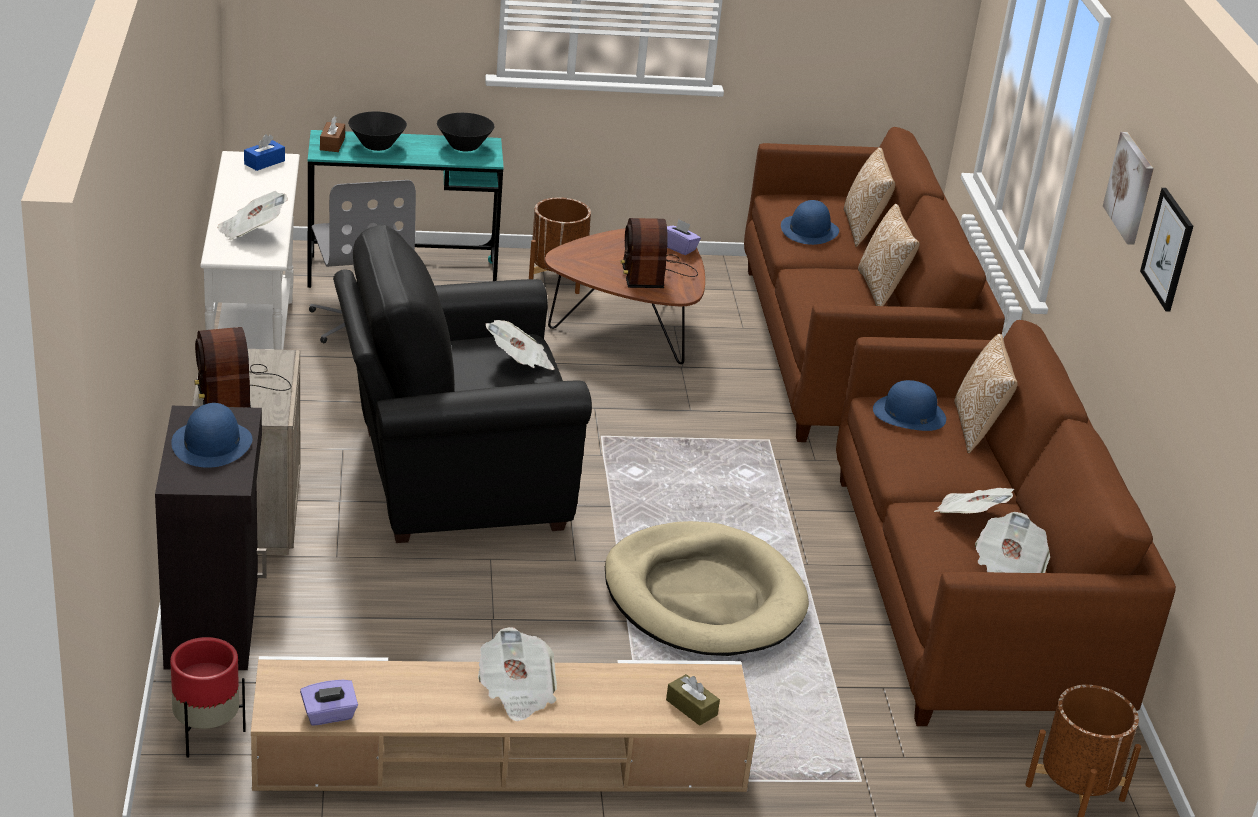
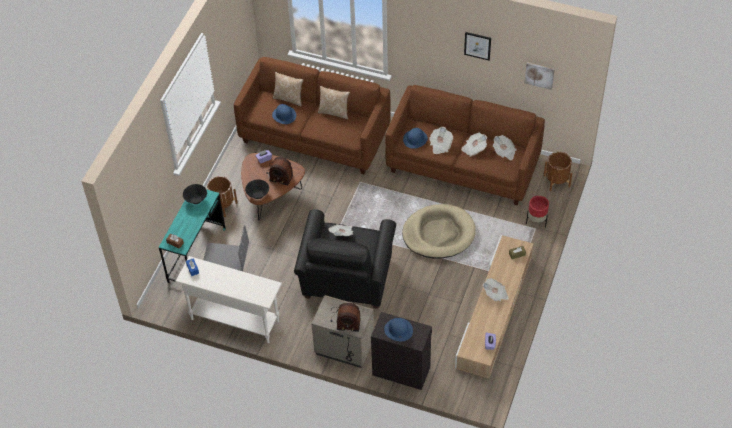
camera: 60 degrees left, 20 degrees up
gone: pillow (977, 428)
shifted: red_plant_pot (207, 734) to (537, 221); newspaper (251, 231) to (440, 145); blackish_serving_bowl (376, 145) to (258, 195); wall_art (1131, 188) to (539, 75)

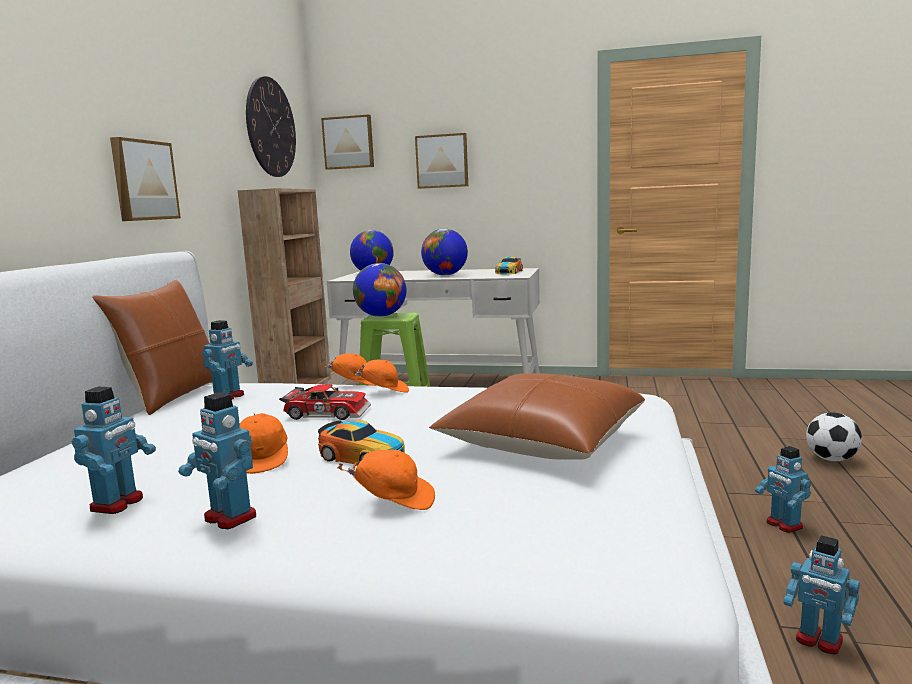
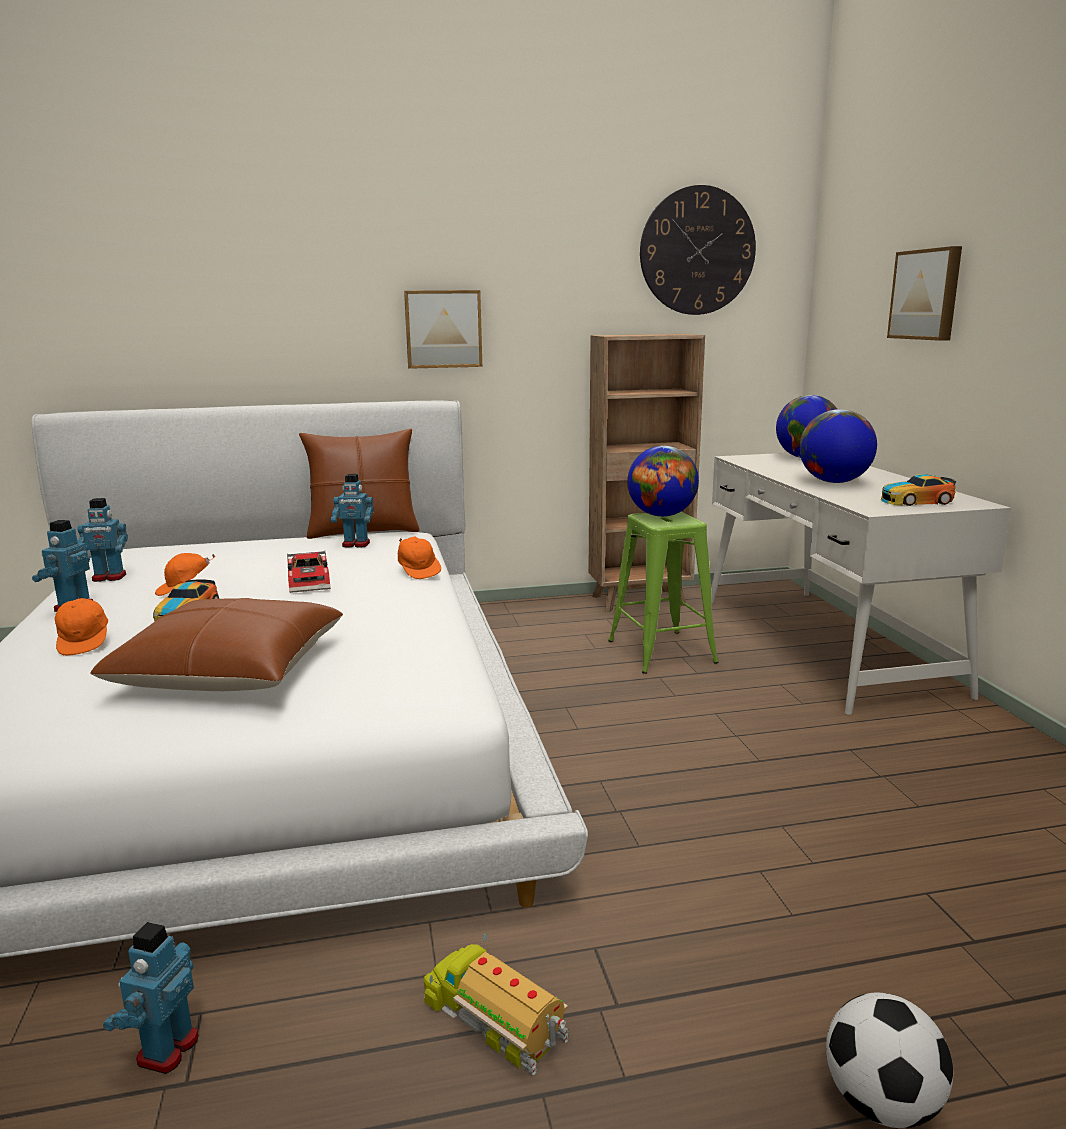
camera: 65 degrees right, 5 degrees up
gone: wall_art (348, 142); orangey_cap (383, 392)
swapped: model_robot (783, 525) to toy_lorry (497, 1018)

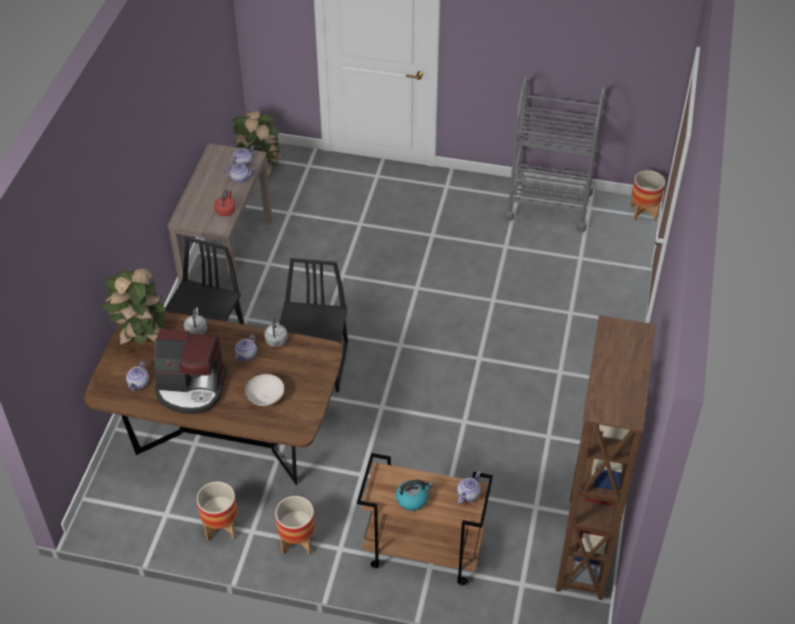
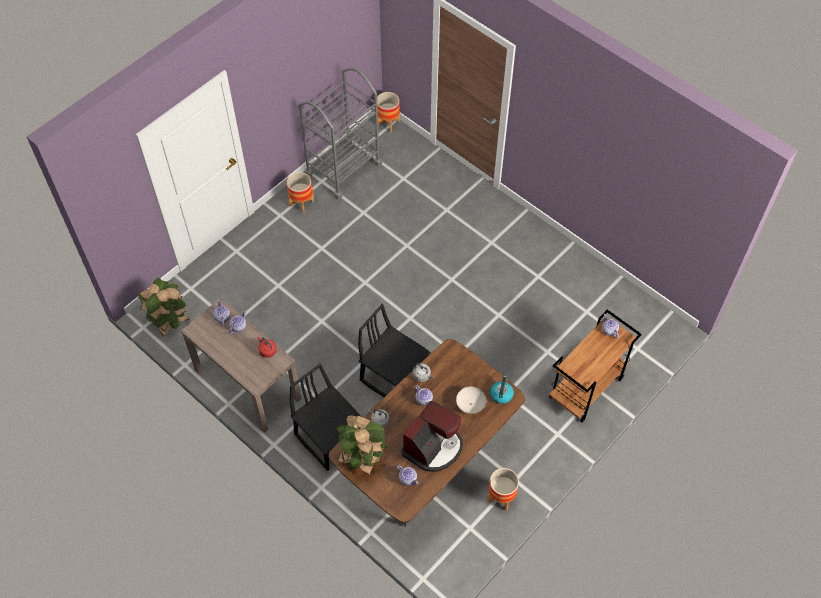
camera: 60 degrees left, 10 degrees up
gone: brown-coloured_shelving_unit (584, 548)
shifted: plant_pot (297, 542) to (301, 203); kettle (412, 499) to (501, 394)

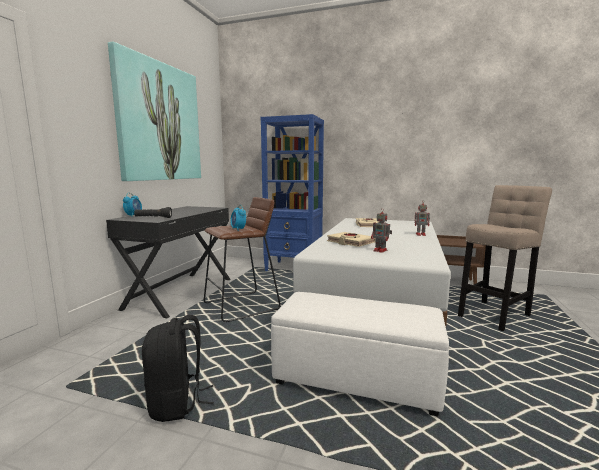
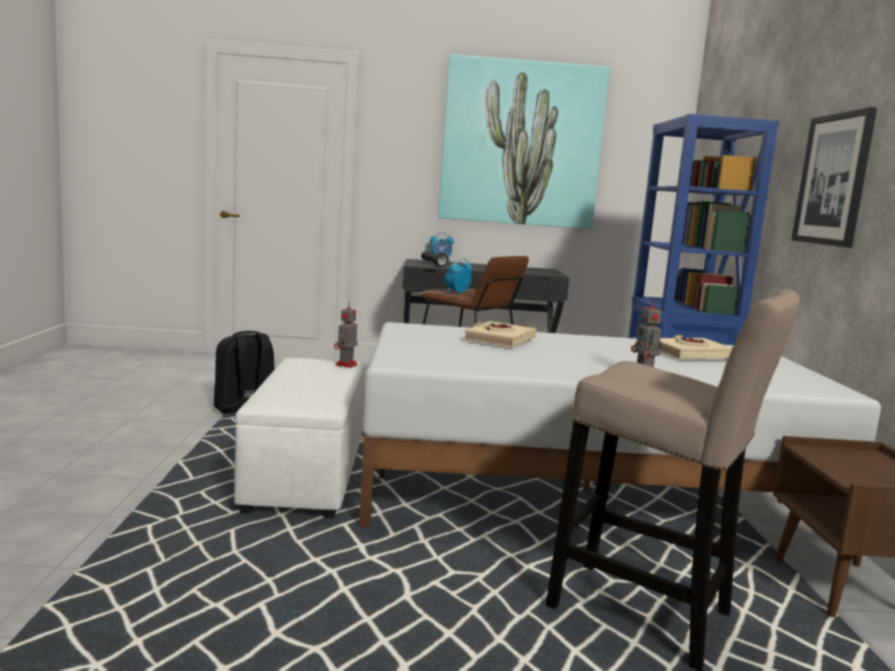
camera: 70 degrees right, 0 degrees up
new: wall_art (833, 179)
shifted: model_robot (381, 250) to (345, 365)

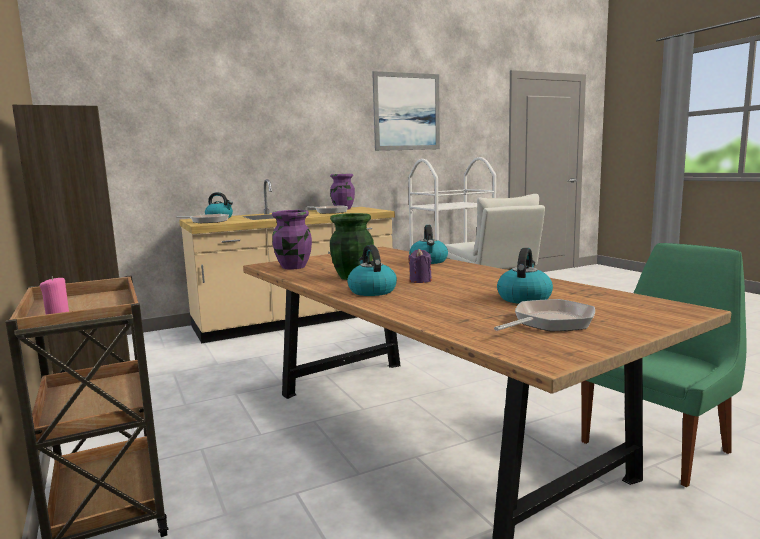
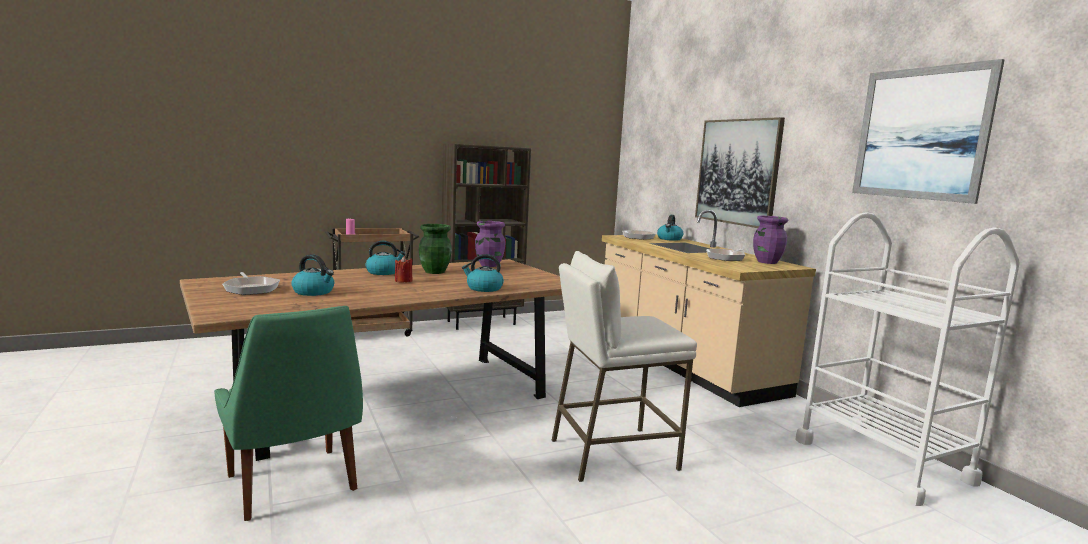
camera: 90 degrees right, 0 degrees up
new: wall_art (737, 172)
repainted: purplish_wax_light (420, 280) to red_wax_light (403, 281)

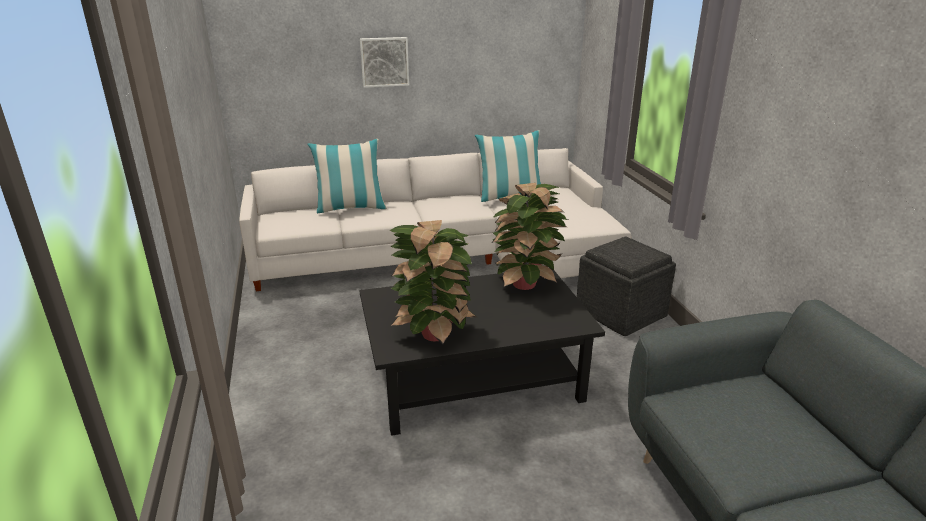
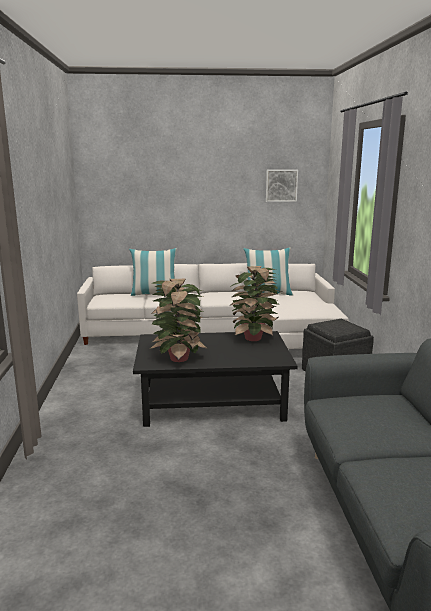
camera: 10 degrees right, 10 degrees down
shifted: wall_art (384, 61) to (281, 185)

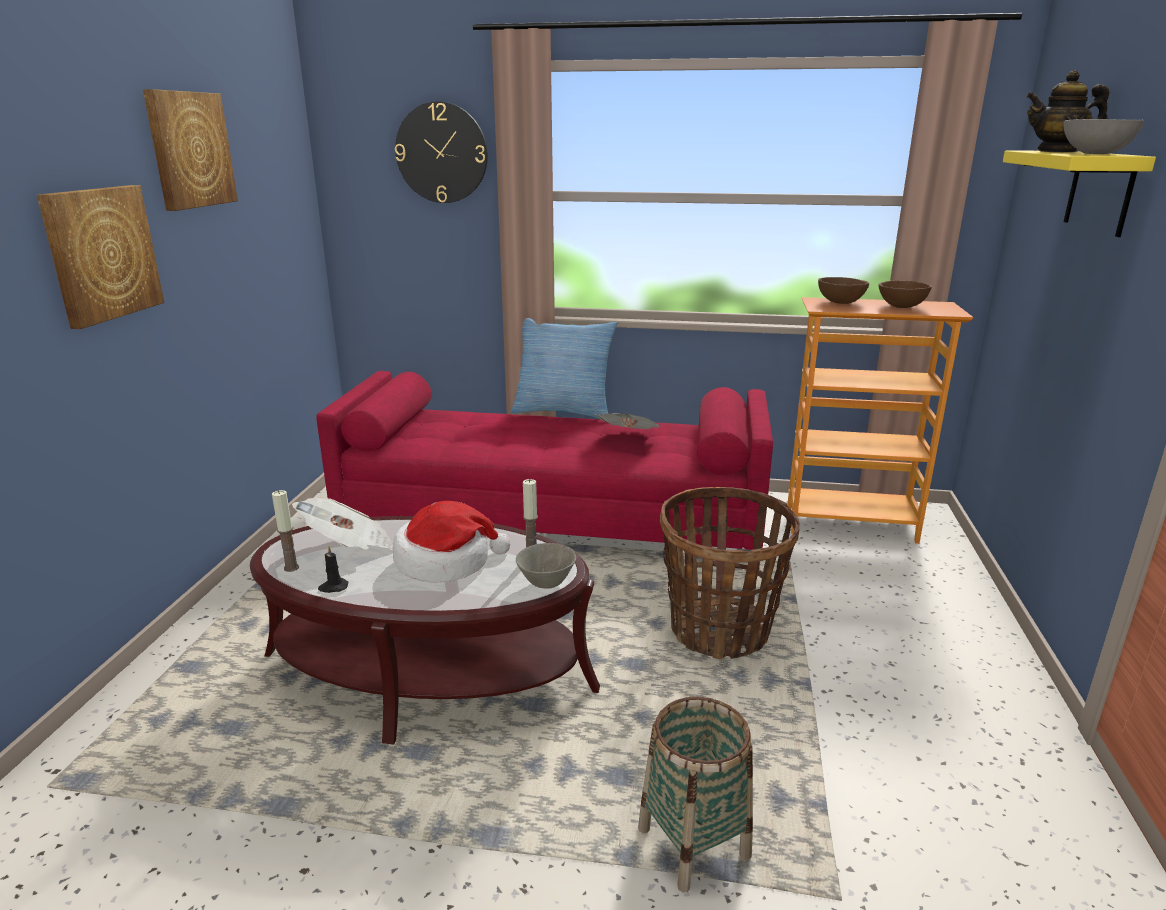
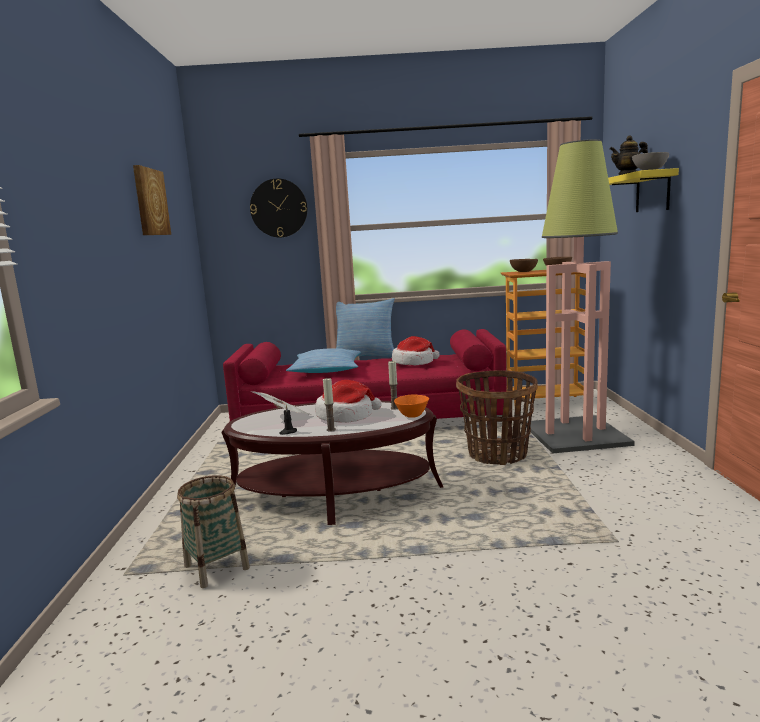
camera: 10 degrees left, 10 degrees down
gone: wall_art (101, 254)
new: pillow (326, 370); floor_lamp (573, 434)
shifted: wax_light (291, 568) to (331, 429); basket (694, 843) to (217, 567)
swapped: newspaper (628, 439) to clothing_hat (414, 362)
repainted: grey_serving_bowl (546, 583) to orangey_serving_bowl (412, 416)

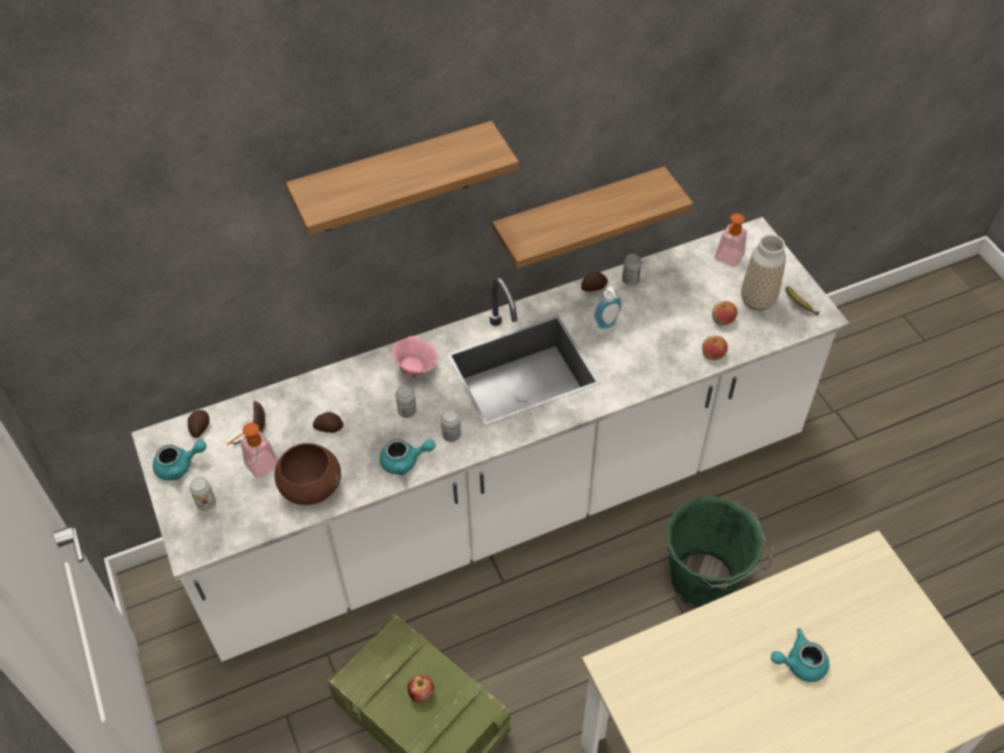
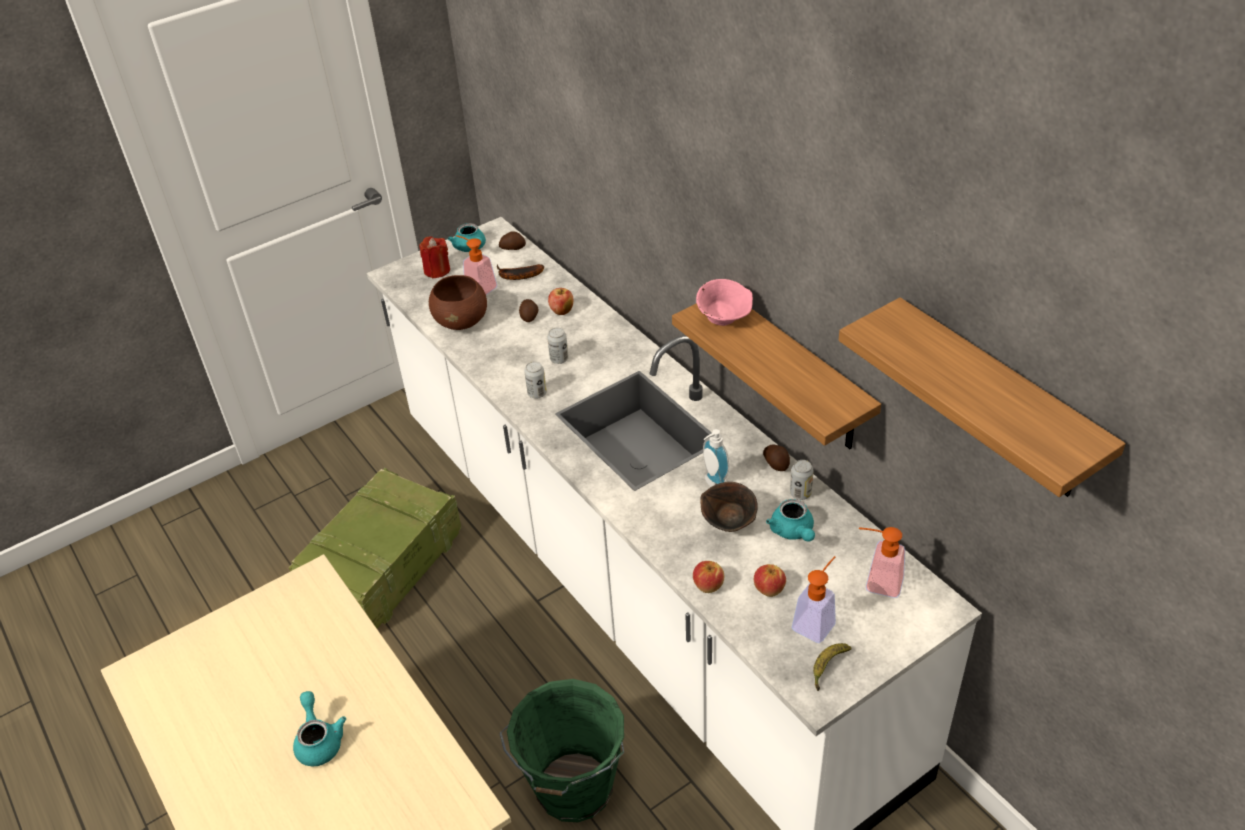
camera: 80 degrees right, 10 degrees down
new: brown-coloured_serving_bowl (729, 523)
shifted: shelf (394, 179) to (996, 402); blue-green_teapot (405, 461) to (793, 532); pinkish_serving_bowl (415, 367) to (724, 319); apple (421, 694) to (562, 311)
swapped: can (206, 503) to red_wax_light (437, 270); vase (757, 300) to liquid_soap_bottle (817, 621)

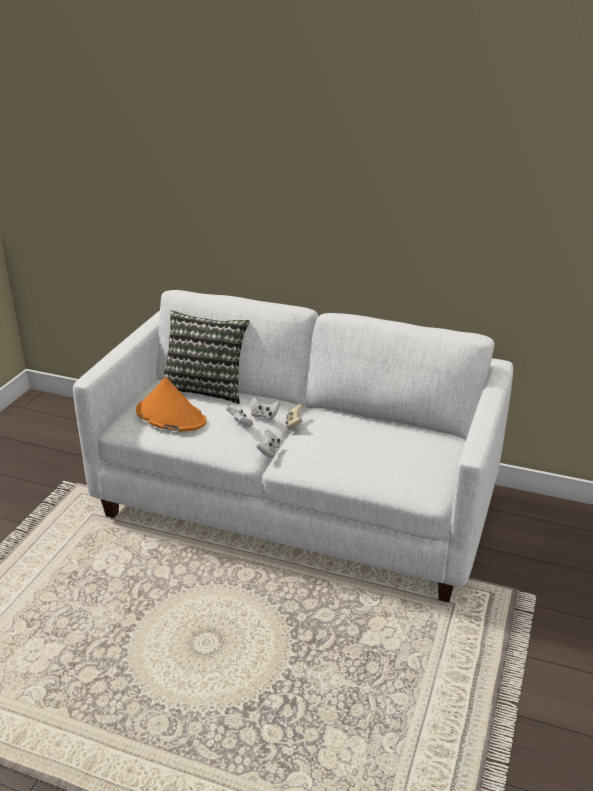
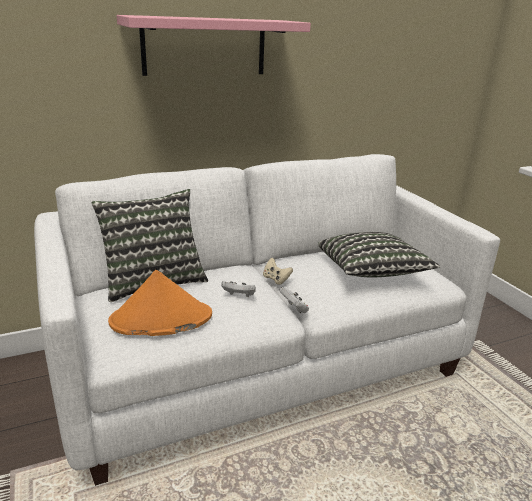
camera: 45 degrees left, 5 degrees down
gone: white_joypad (264, 415)
new: pinkish_shelf (204, 46); pillow (371, 272)

